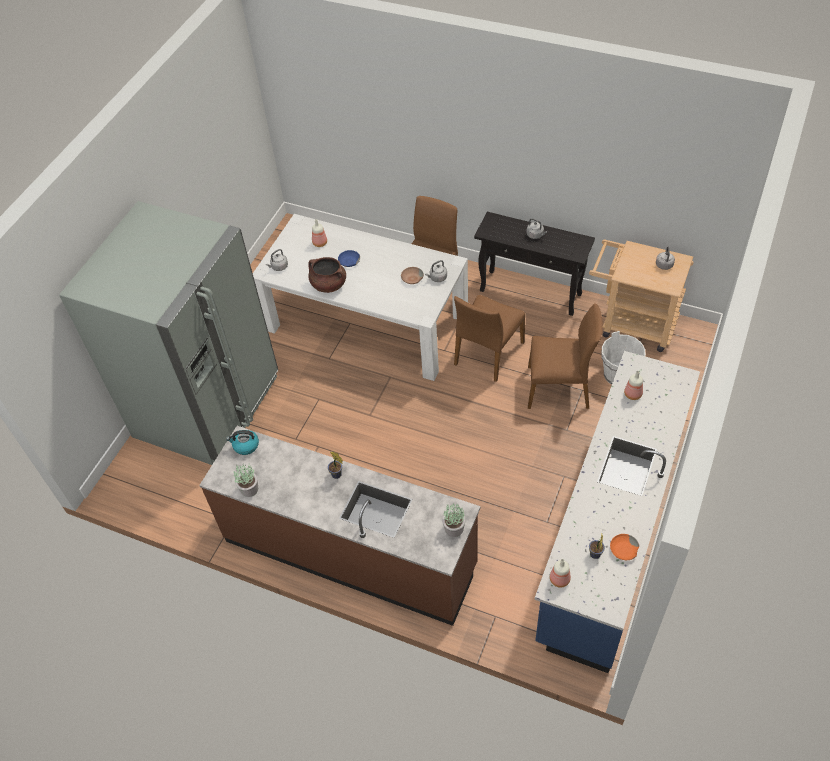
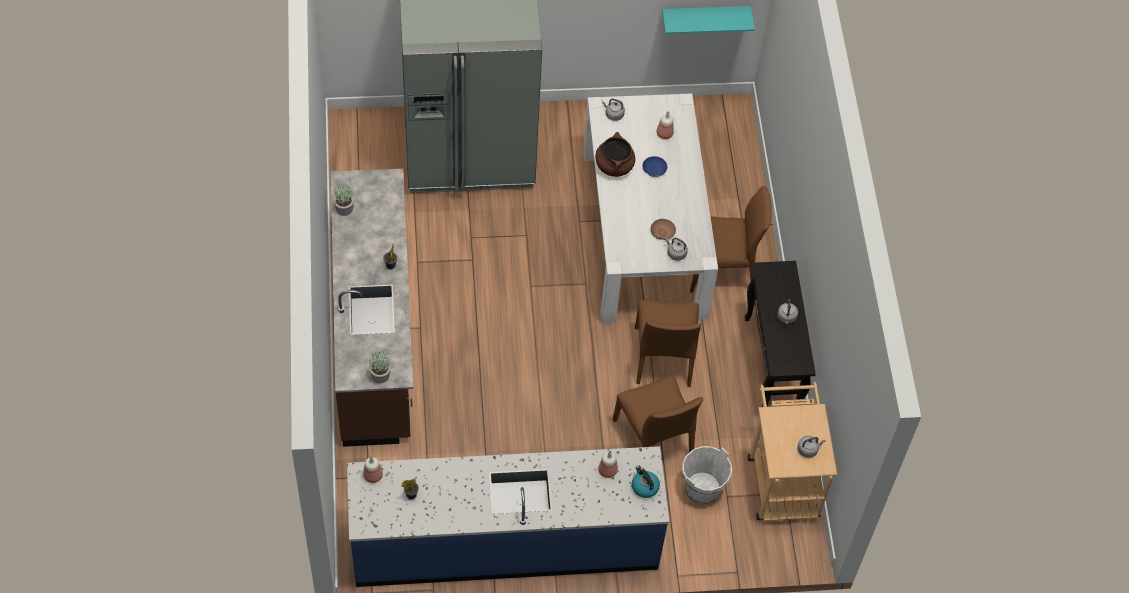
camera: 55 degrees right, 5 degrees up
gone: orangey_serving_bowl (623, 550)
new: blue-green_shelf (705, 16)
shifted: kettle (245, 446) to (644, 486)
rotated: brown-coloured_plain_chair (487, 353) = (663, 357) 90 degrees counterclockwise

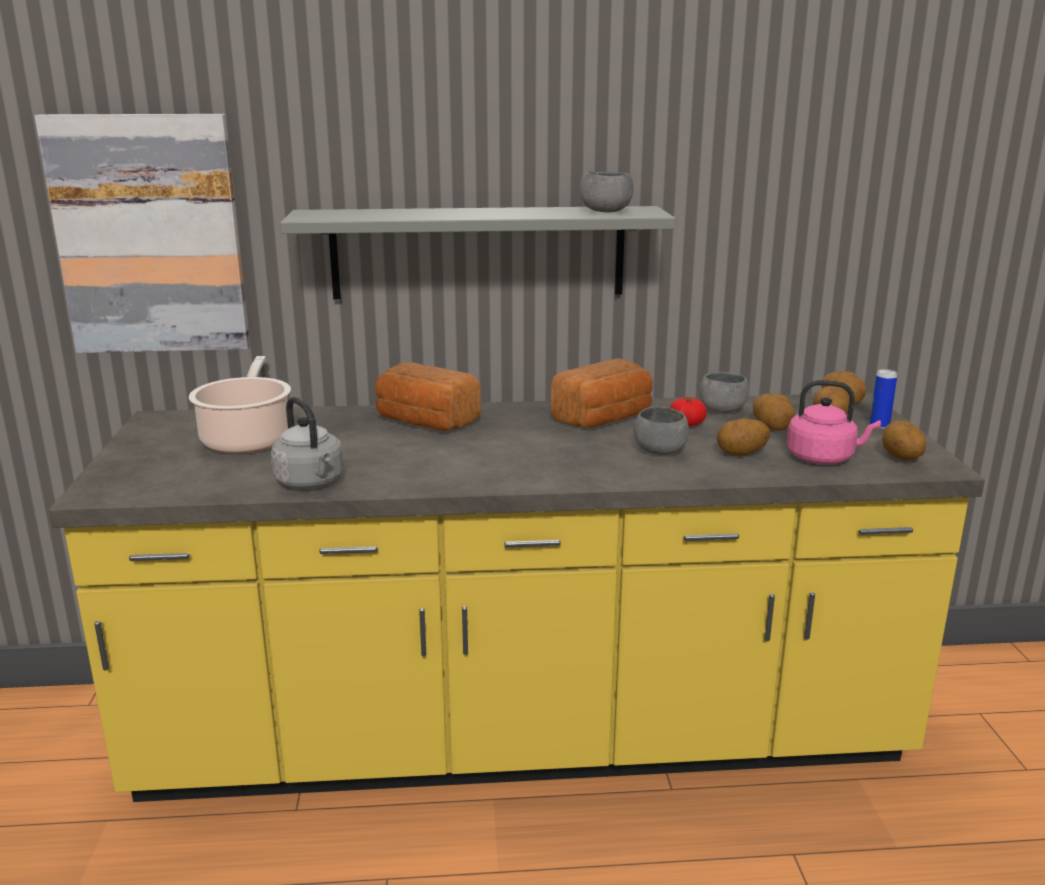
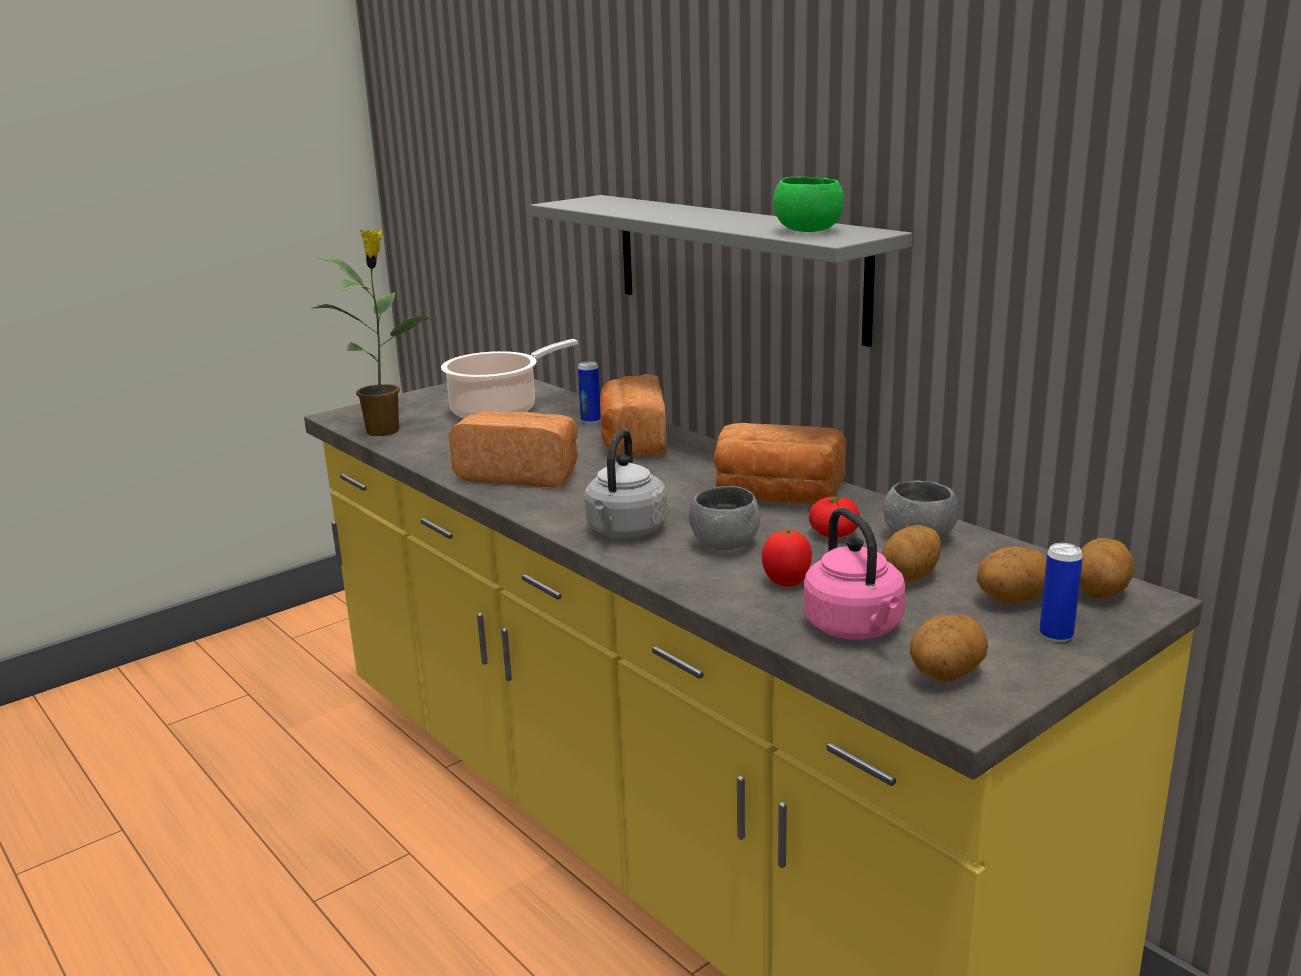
camera: 55 degrees right, 0 degrees up
gone: wall_art (150, 236)
new: plant_in_a_pot (385, 430); bakery_bread (521, 474); can (591, 420)
shifted: grey_kettle (311, 482) to (625, 531)
swapped: potato (742, 454) to fresh_tomato (787, 583)
repainted: grey_serving_bowl (606, 212) to green-coloured_serving_bowl (808, 231)

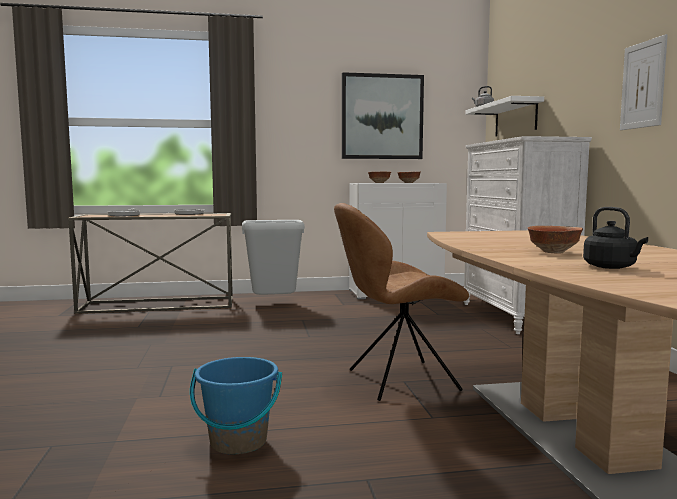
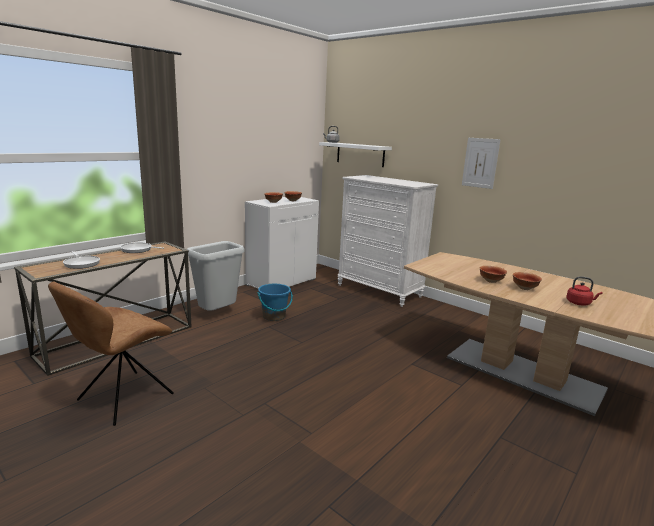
camera: 40 degrees left, 10 degrees up
gone: wall_art (382, 117)
new: serving_bowl (491, 281)
shifted: bluish_bucket (238, 442) to (274, 316); brown-coloured_plain_chair (398, 380) to (122, 398)
repainted: blackish_kettle (612, 267) to red_kettle (579, 303)

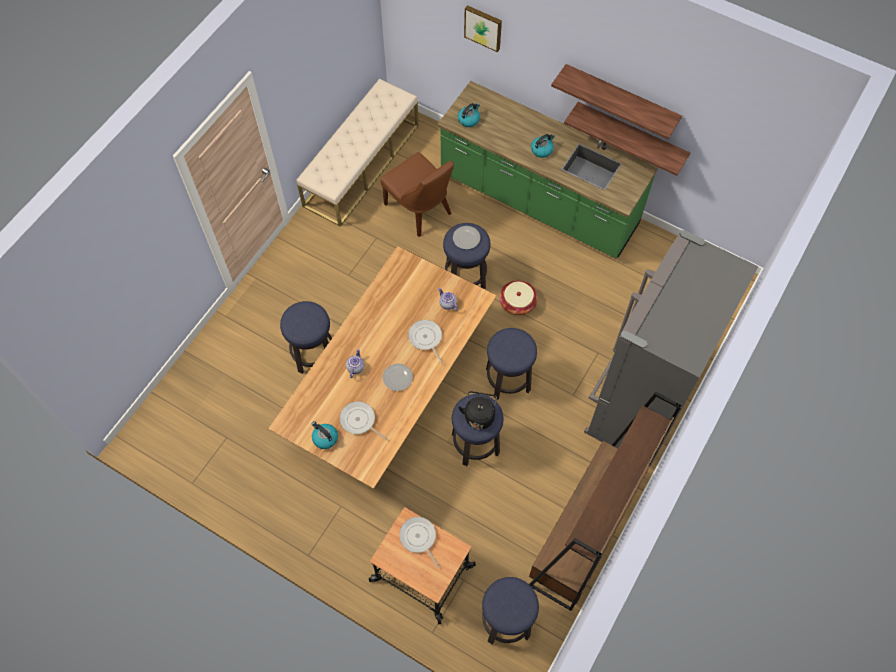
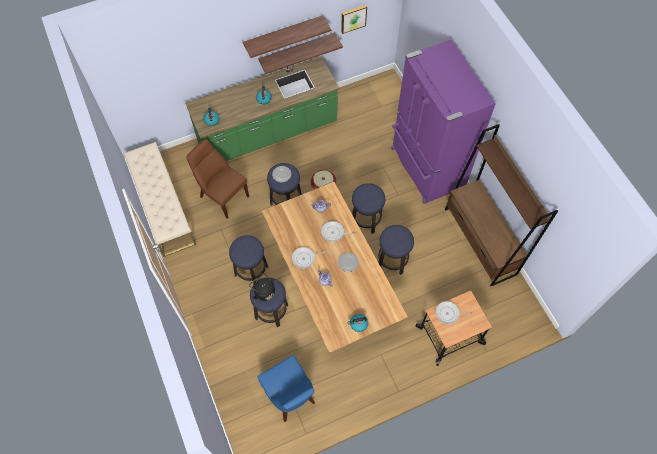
camera: 55 degrees left, 0 degrees up
new: bluish_plain_chair (290, 396)
shifted: pan (359, 421) to (305, 258); blackish_kettle (479, 415) to (263, 291); wall_art (483, 27) to (353, 18); sitting_stool (506, 620) to (251, 270)
repainted: grey_refrigerator (638, 403) to purplish_refrigerator (425, 168)
rotated: brown-coloured_plain_chair (420, 210) = (222, 195) 135 degrees counterclockwise

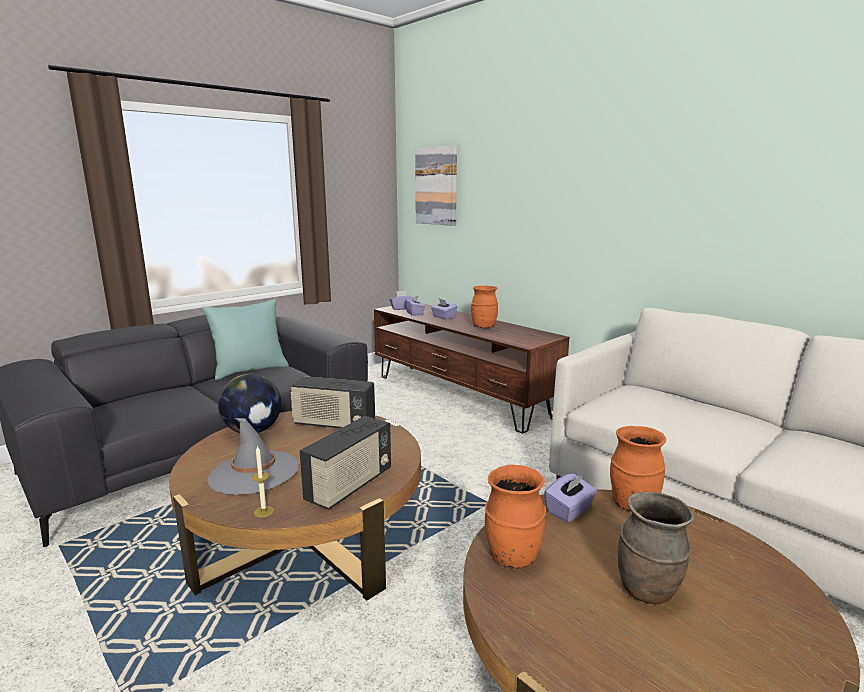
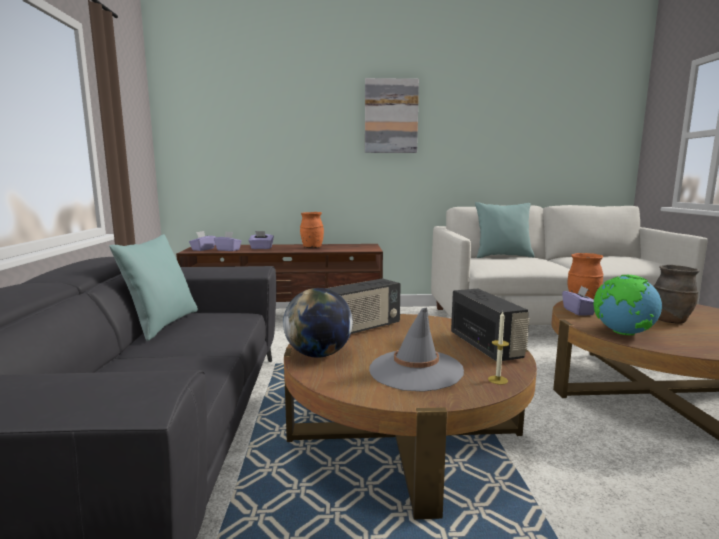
camera: 50 degrees left, 5 degrees down
new: blue-green_pillow (502, 256)
shifted: wall_art (436, 186) to (391, 116)
swapped: orangey_vase (512, 557) to globe (623, 333)

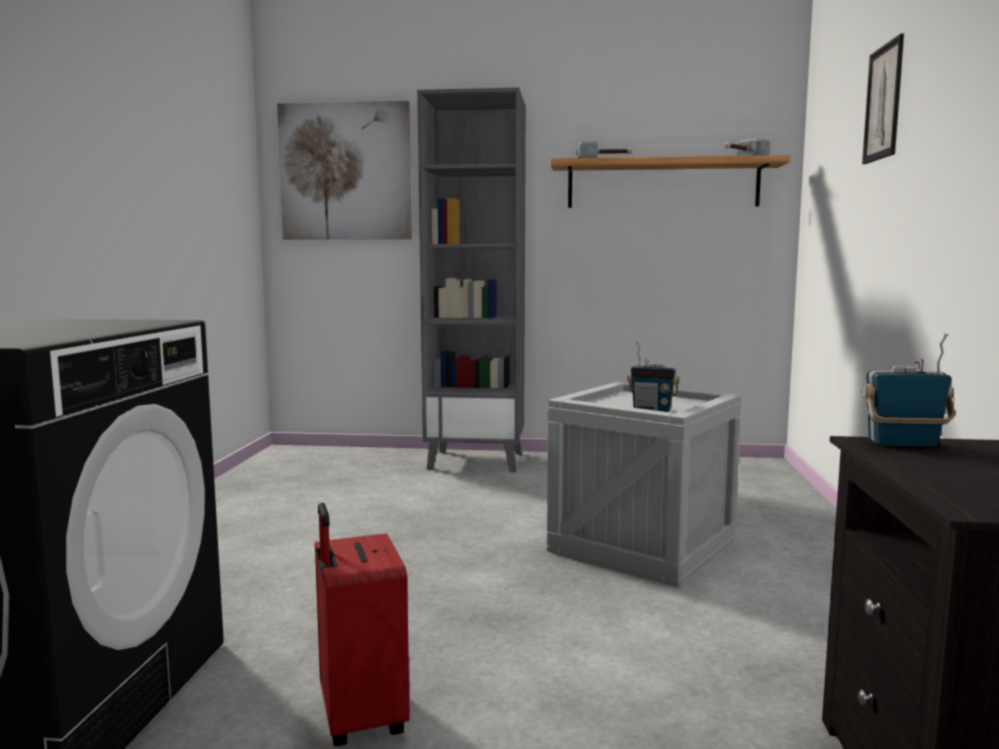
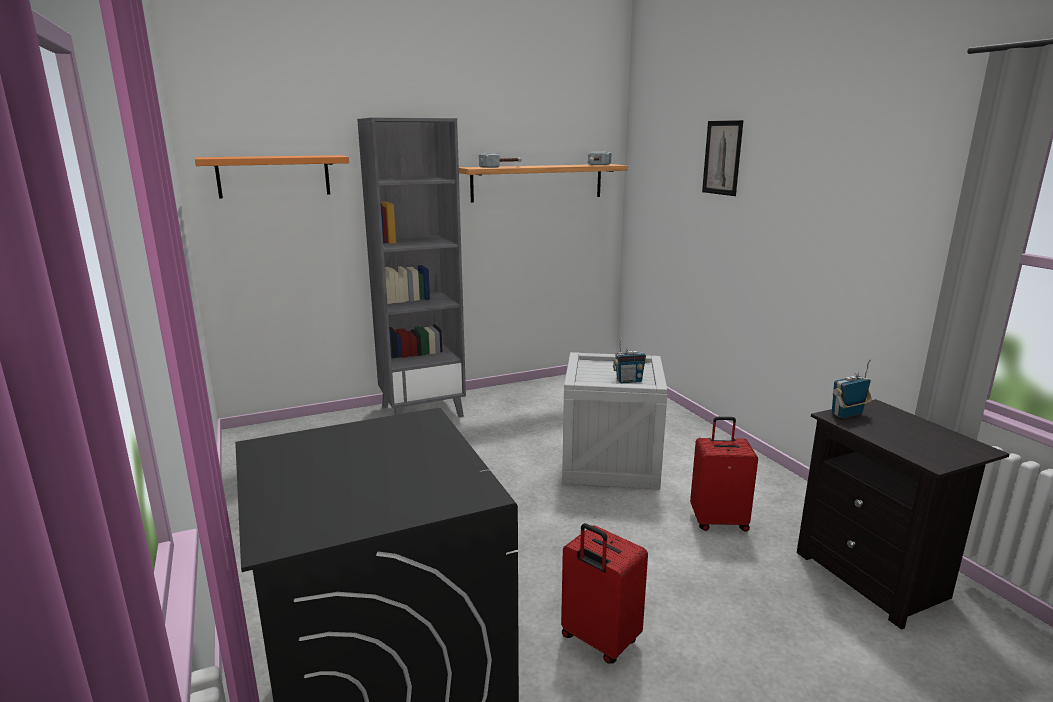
camera: 30 degrees left, 10 degrees up
new: red_suitcase (718, 521)
swapped: wall_art (345, 172) to orangey_shelf (274, 176)

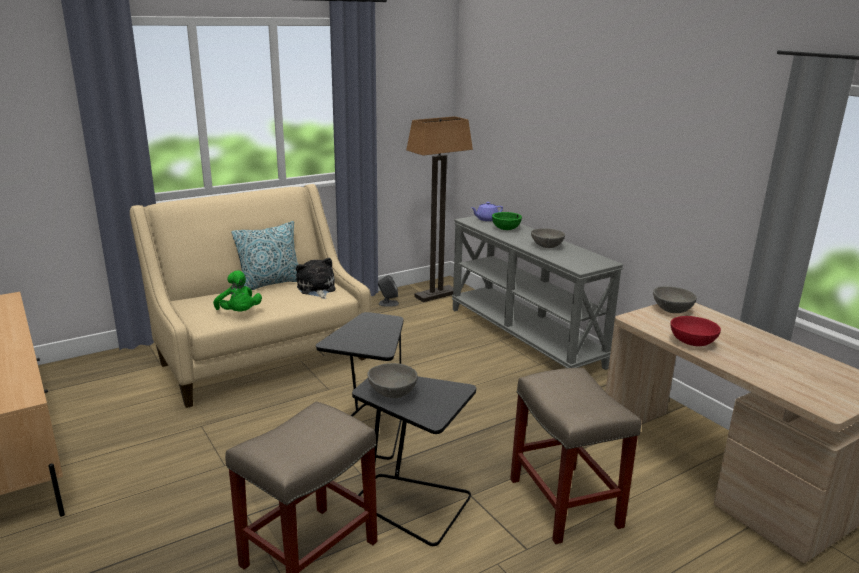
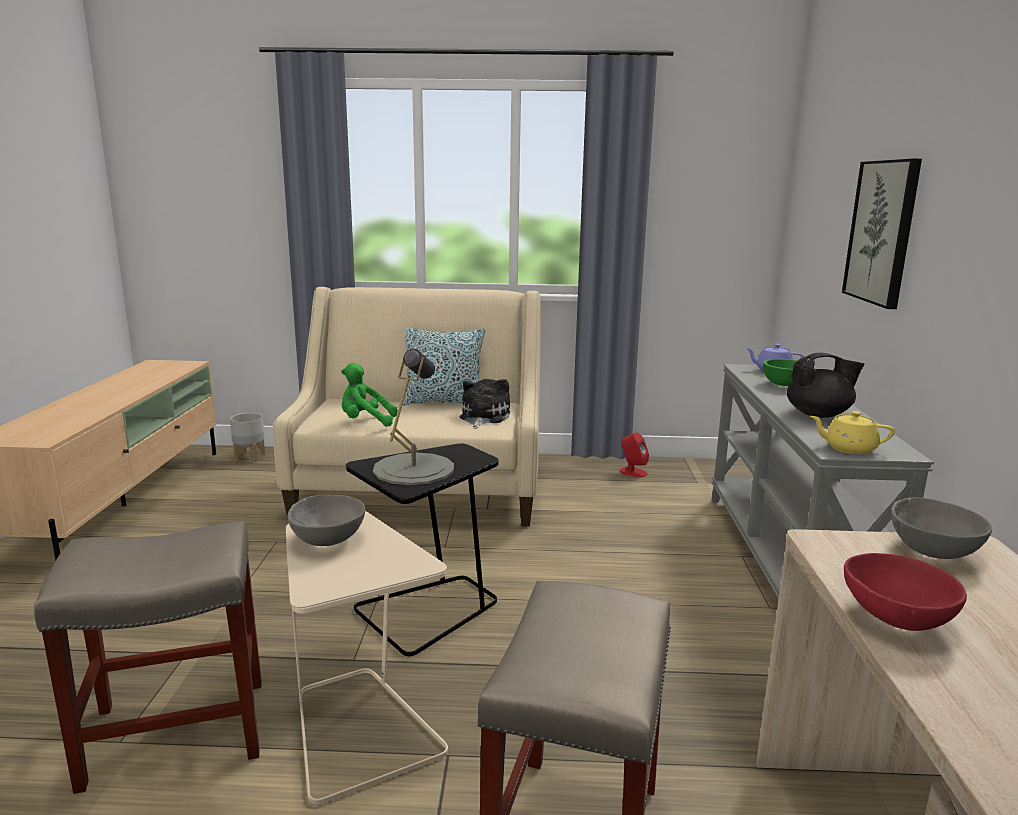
camera: 35 degrees right, 5 degrees down
gone: floor_lamp (436, 295)
new: grey_plant_pot (249, 457); grey_table_lamp (413, 469); yellowish_teapot (848, 448); wall_art (882, 232)
swapped: grey_serving_bowl (547, 246) to blackish_teapot (819, 414)
repainted: blackish_side_table (412, 505) to beige-coloured_side_table (359, 730); grey_audio_speaker (388, 303) to red_audio_speaker (633, 472)
rotated: green-coloured_soft_toy (239, 313) = (365, 422) 90 degrees clockwise

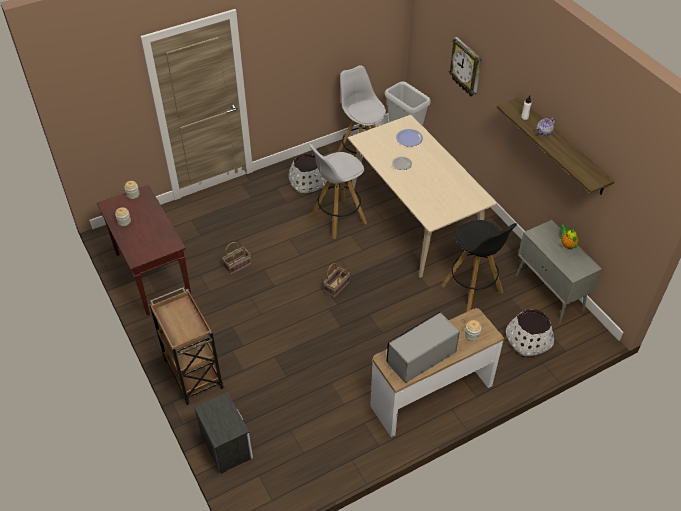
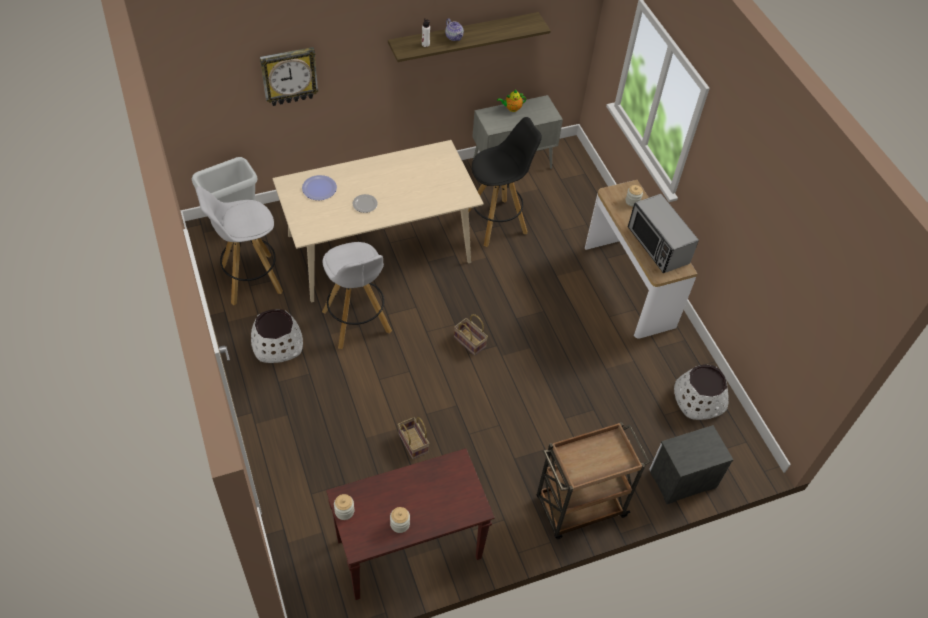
camera: 85 degrees left, 5 degrees up
shifted: white_plant_pot (528, 340) to (698, 400)

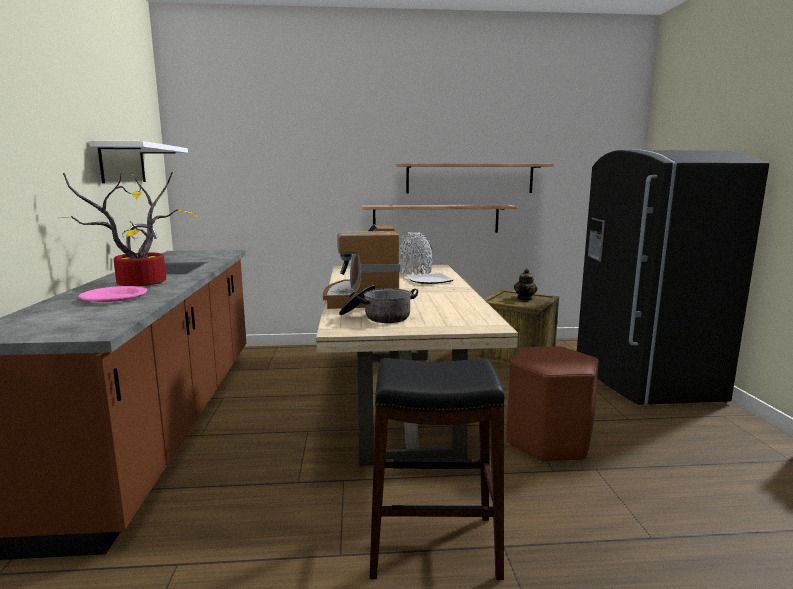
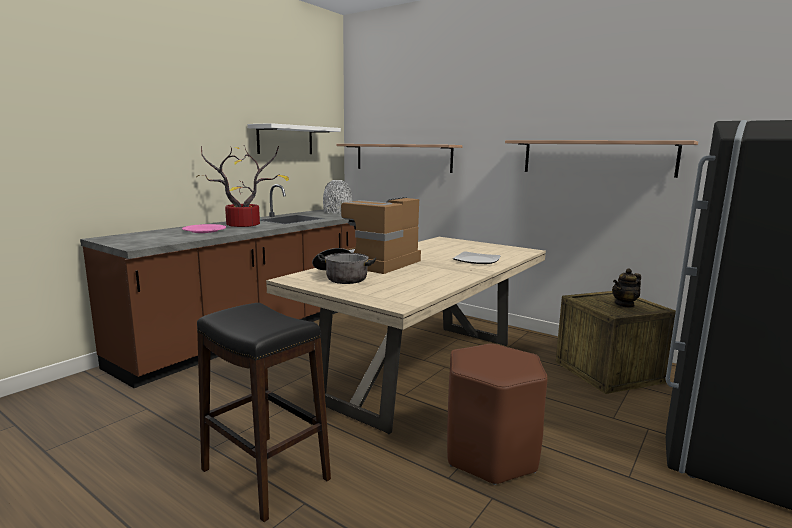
camera: 40 degrees right, 0 degrees up
shifted: shelf (436, 219) to (402, 157); grey_vase (413, 272) to (337, 212)

